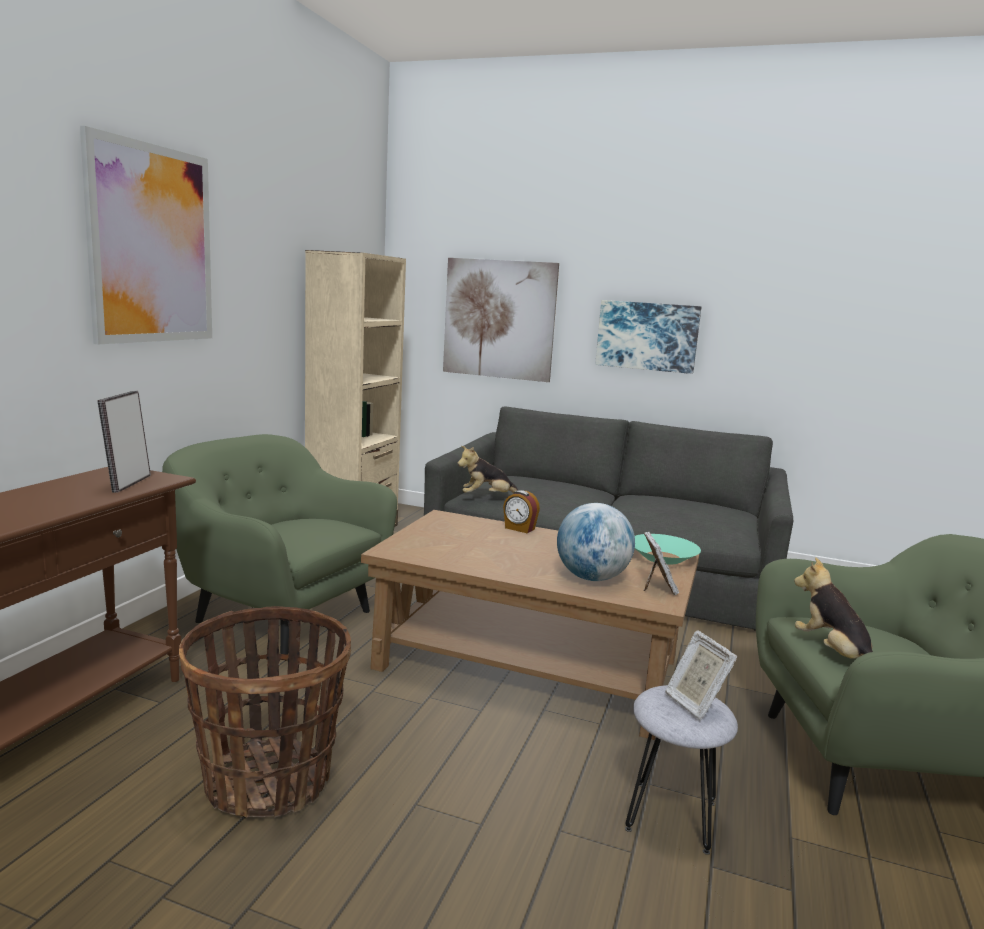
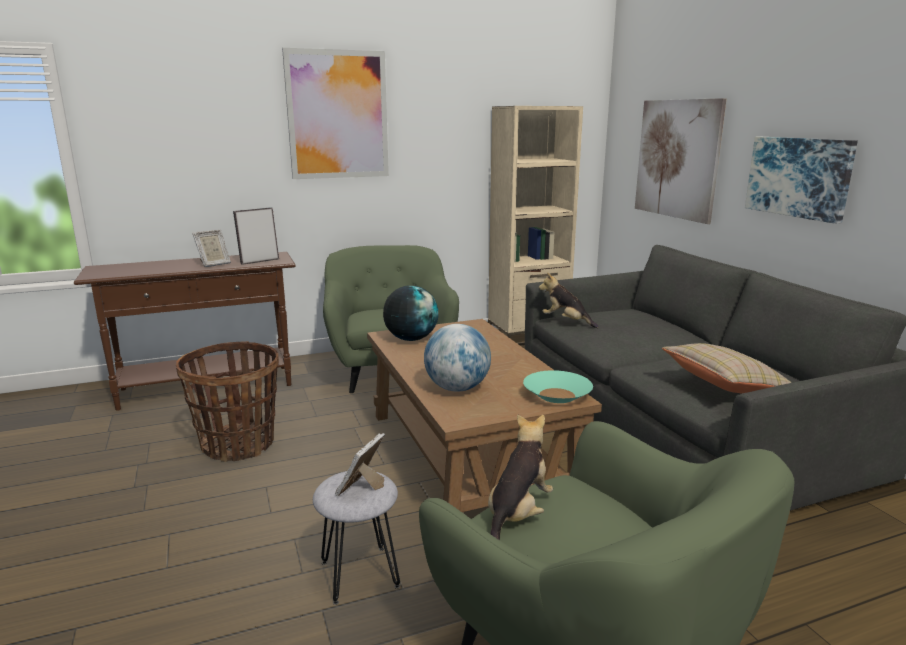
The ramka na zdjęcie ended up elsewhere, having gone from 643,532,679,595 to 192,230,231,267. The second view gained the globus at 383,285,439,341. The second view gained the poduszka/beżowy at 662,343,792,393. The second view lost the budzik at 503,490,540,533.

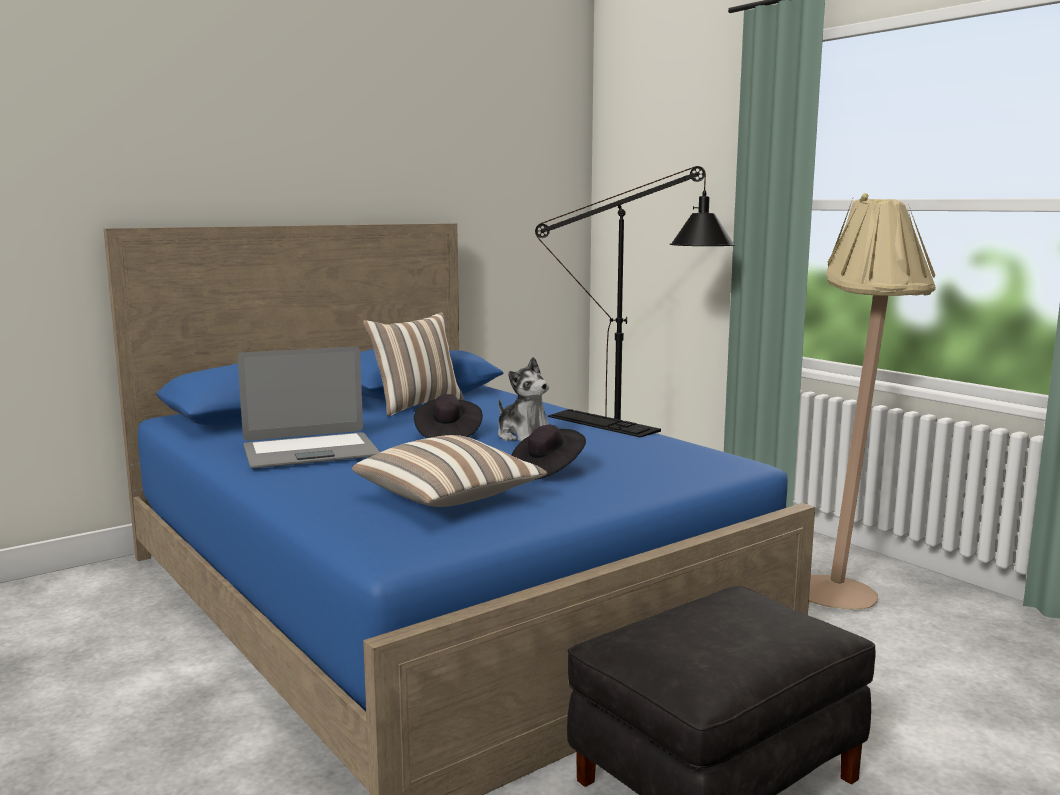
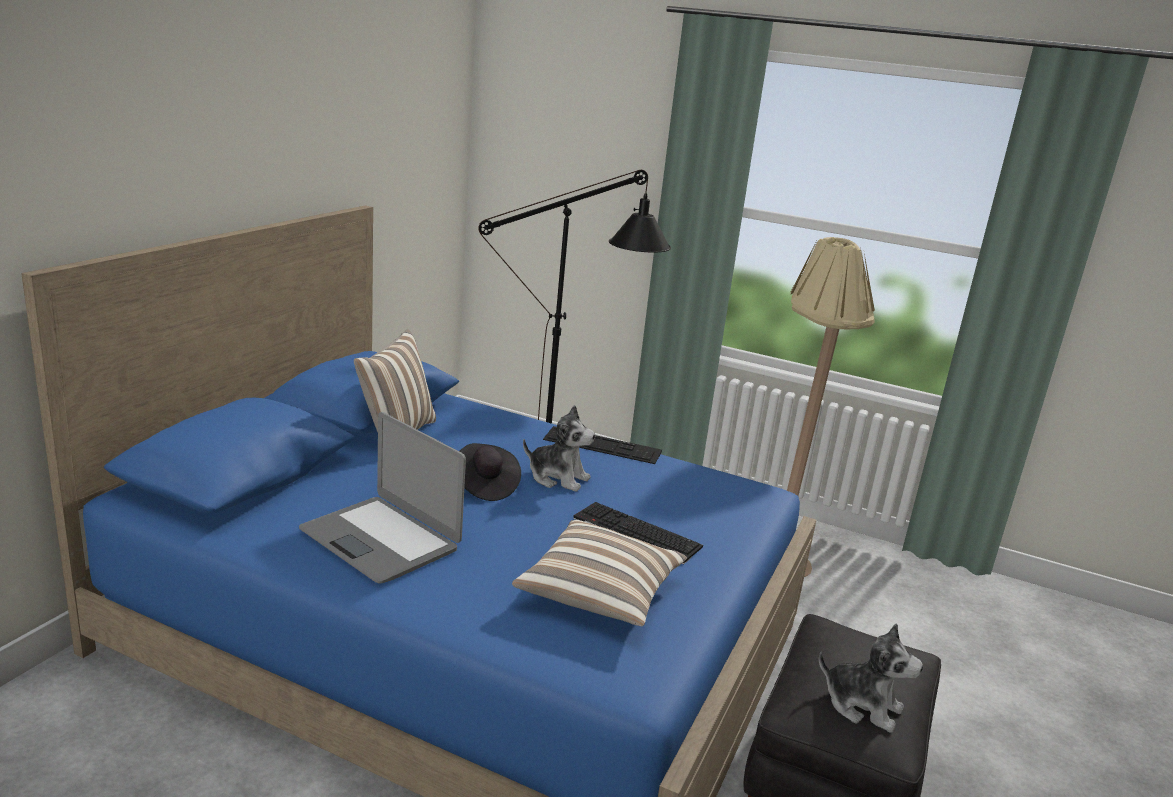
The laptop at 238,346,380,468 ended up facing another way, 90 degrees clockwise from before. Where the kapelusz/czarny stood at 511,425,586,480, the klawiatura came to stand at 573,502,703,564. The second view gained the pluszak at 819,623,923,733.

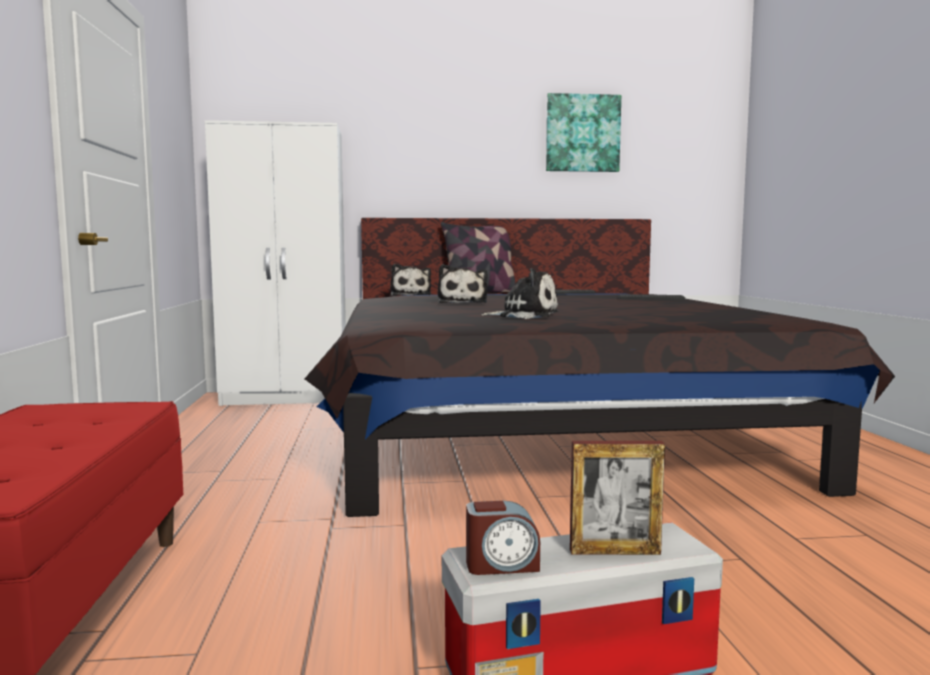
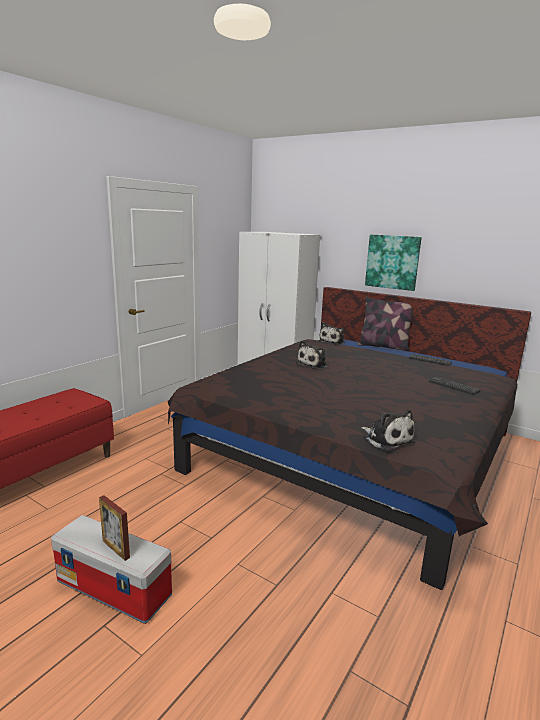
The pluszak ended up elsewhere, having gone from 481,268,558,319 to 361,410,415,451. The obraz ended up elsewhere, having gone from 546,93,621,172 to 365,234,422,291. The second view lost the budzik at 466,501,540,575.

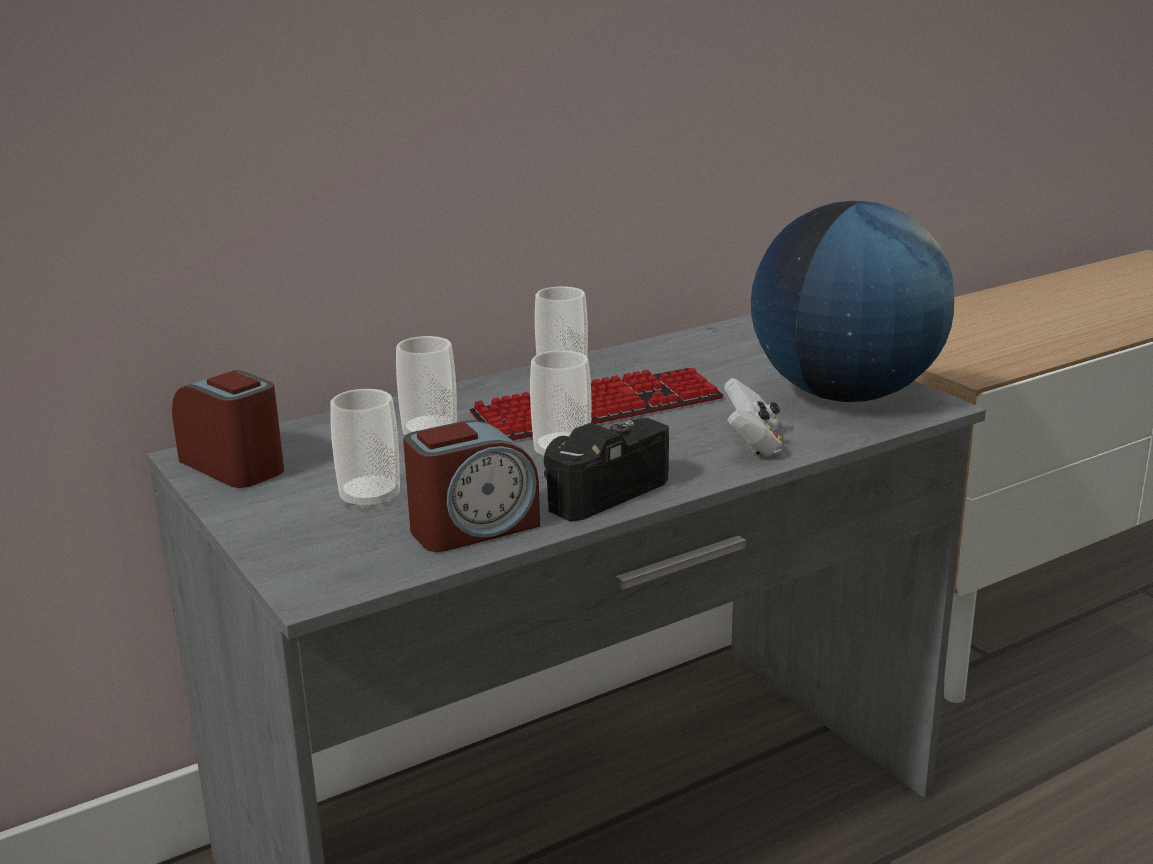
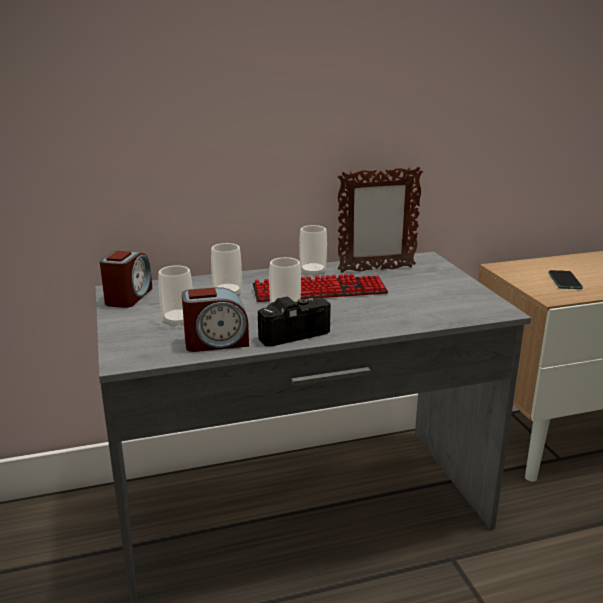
The budzik at 172,370,284,488 ended up facing another way, 45 degrees clockwise from before. The second view gained the ramka na zdjęcie at 338,166,423,273. The second view gained the telefon at 549,270,583,289. The second view lost the pad do gier/biały at 724,378,782,457. The second view lost the globus at 751,201,954,402.

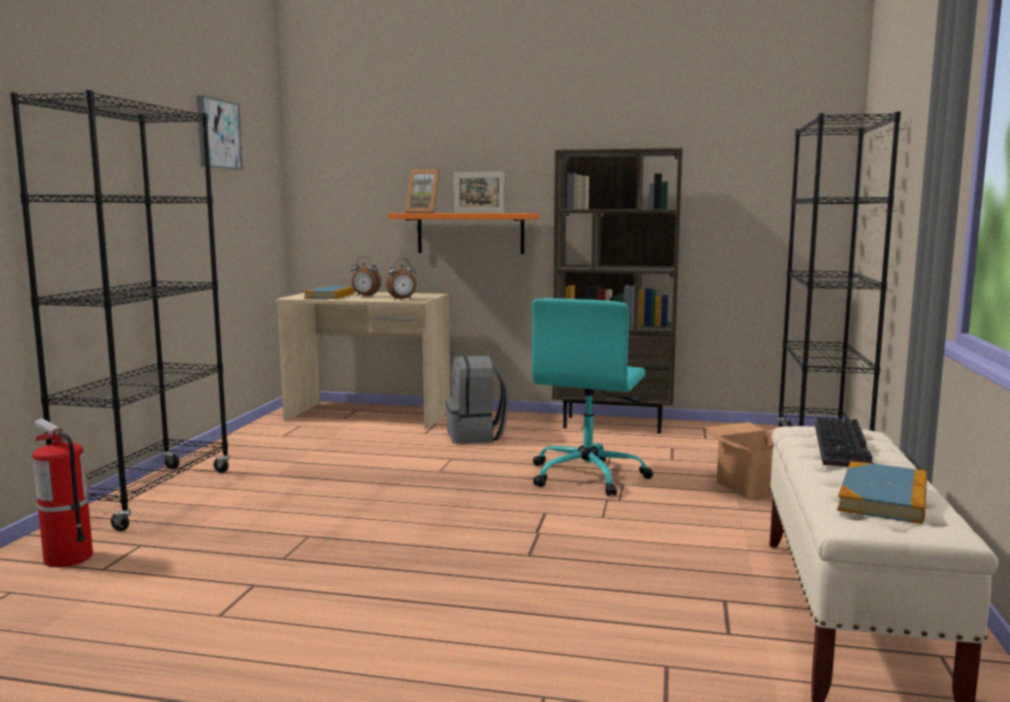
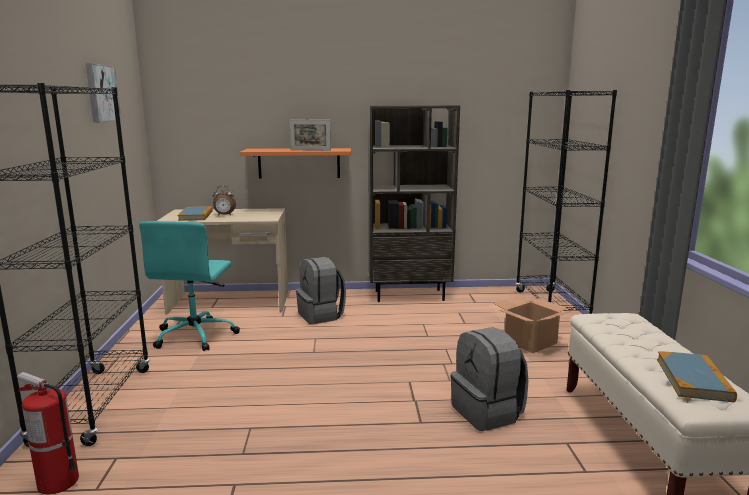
The krzesło biurowe/turkusowy ended up elsewhere, having gone from 532,298,653,496 to 139,221,240,351. The second view gained the plecak/szary at 451,327,529,431. The second view lost the budzik at 386,259,416,300. The second view lost the ramka na zdjęcie at 405,169,440,213. The second view lost the klawiatura at 815,417,874,467.

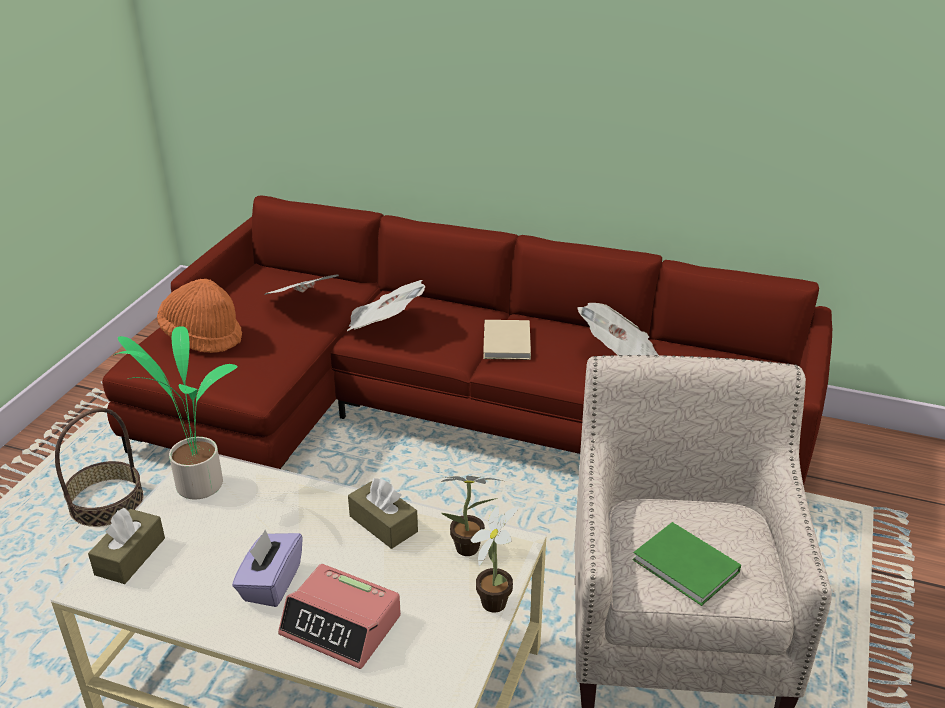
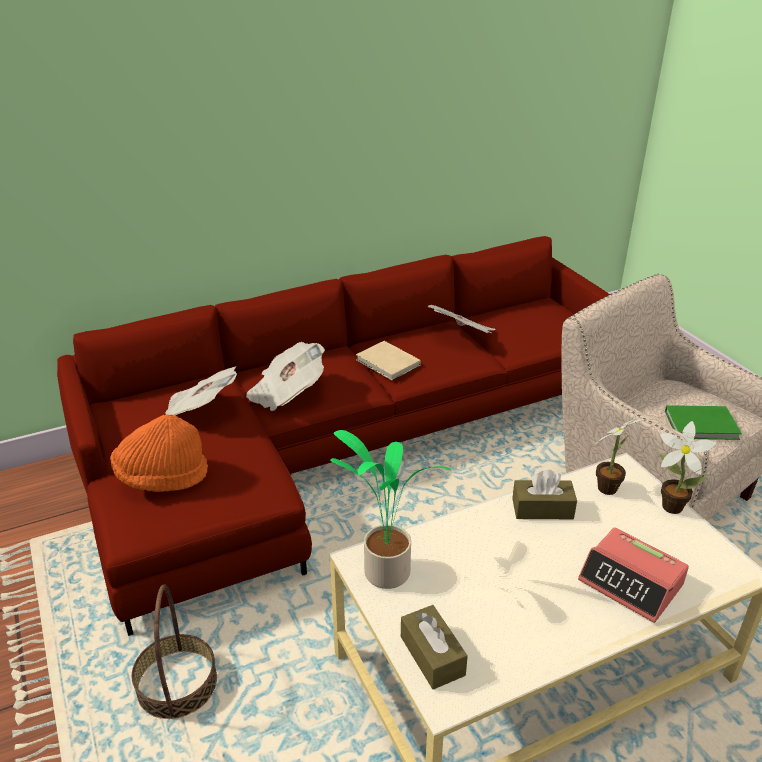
The budzik at 278,564,401,669 ended up facing another way, 60 degrees clockwise from before. The second view lost the pudełko chusteczek/fioletowy at 232,530,303,607.

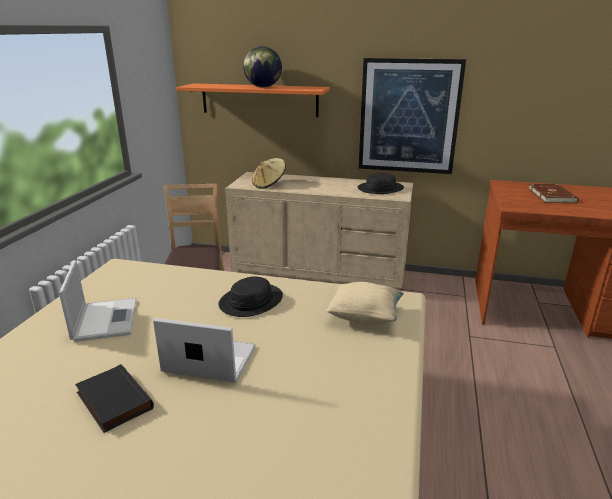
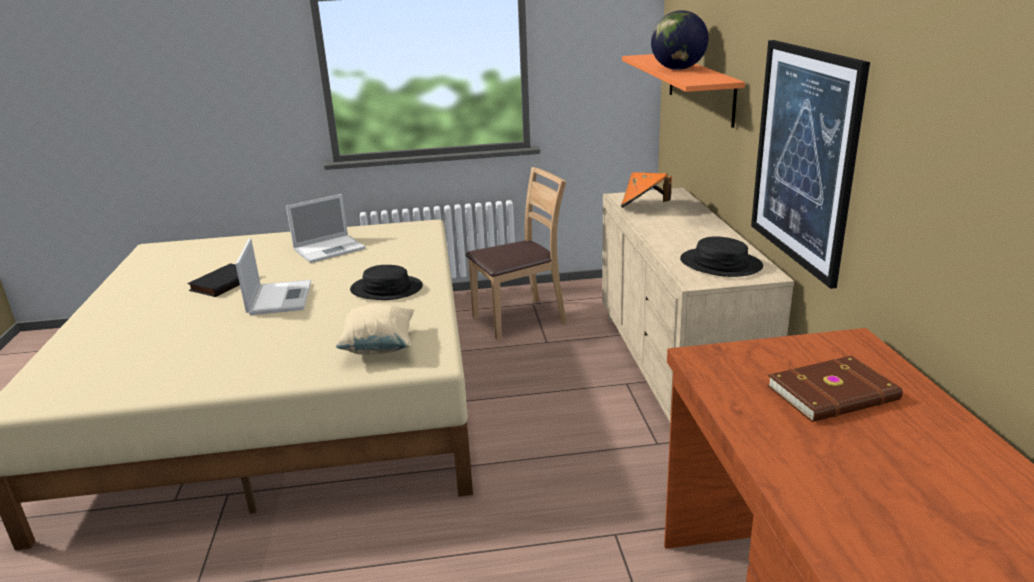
What was the kapelusz/beżowy at 252,158,286,189 turned into the kapelusz/pomarańczowy at 621,172,672,208.

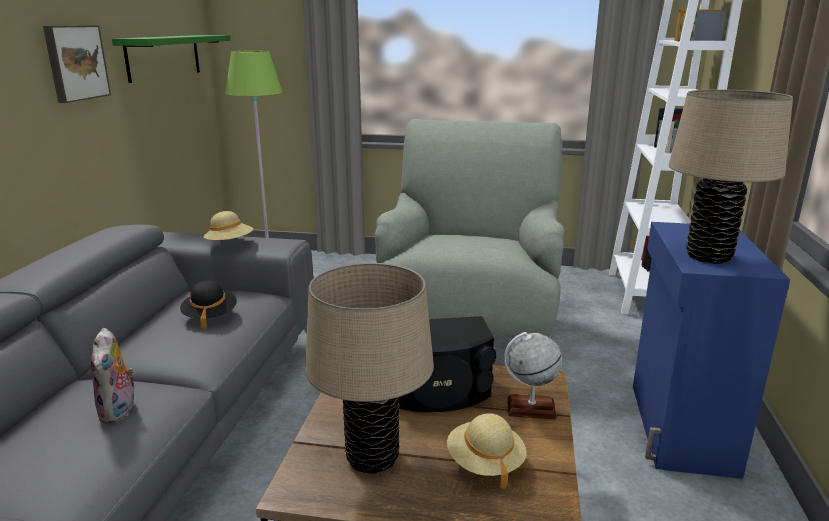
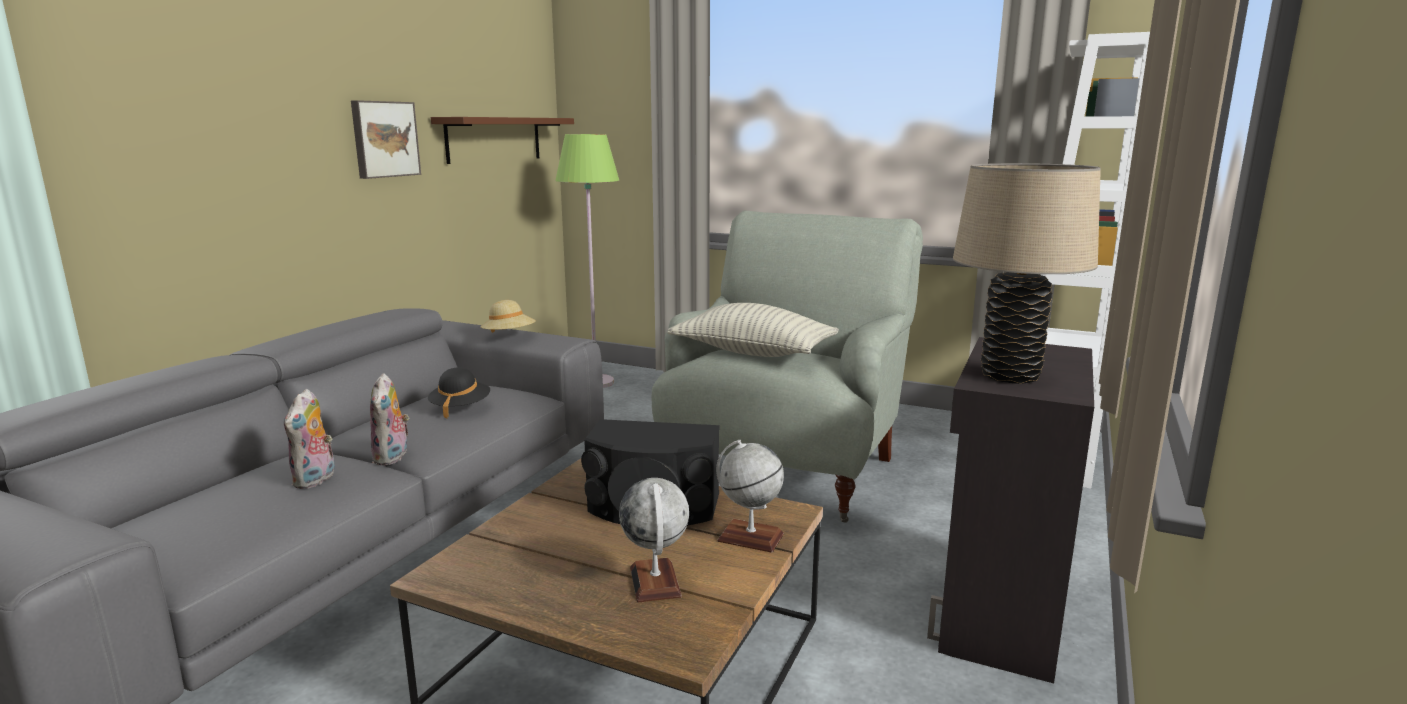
The second view gained the pluszak at 370,373,410,465. What was the półka/zielony at 112,35,231,83 turned into the półka/brązowy at 431,117,574,164. Where the kapelusz/beżowy stood at 447,413,527,489, the globus came to stand at 619,478,689,602. The second view gained the poduszka at 667,303,839,357. What was the szafka/niebieski at 633,222,790,479 turned into the szafka/czarny at 927,337,1094,683. The second view lost the lampa stołowa/beżowy at 305,263,434,474.

